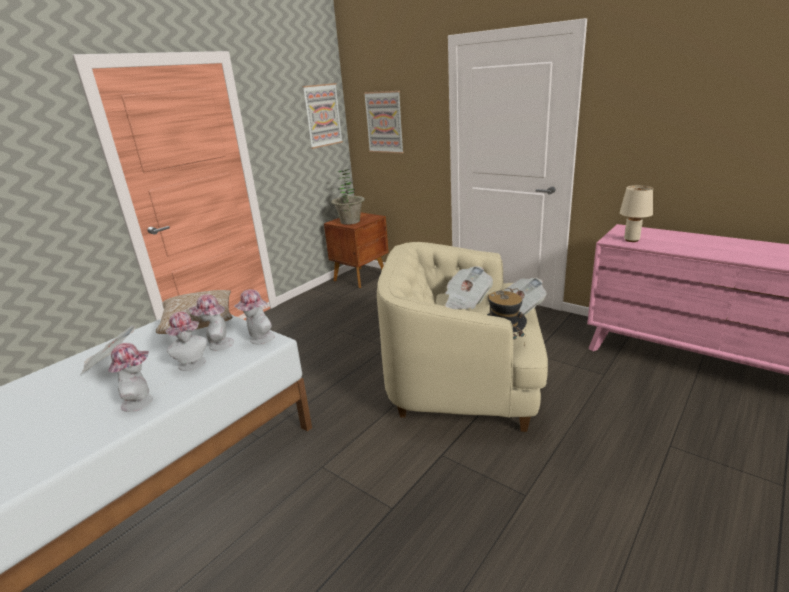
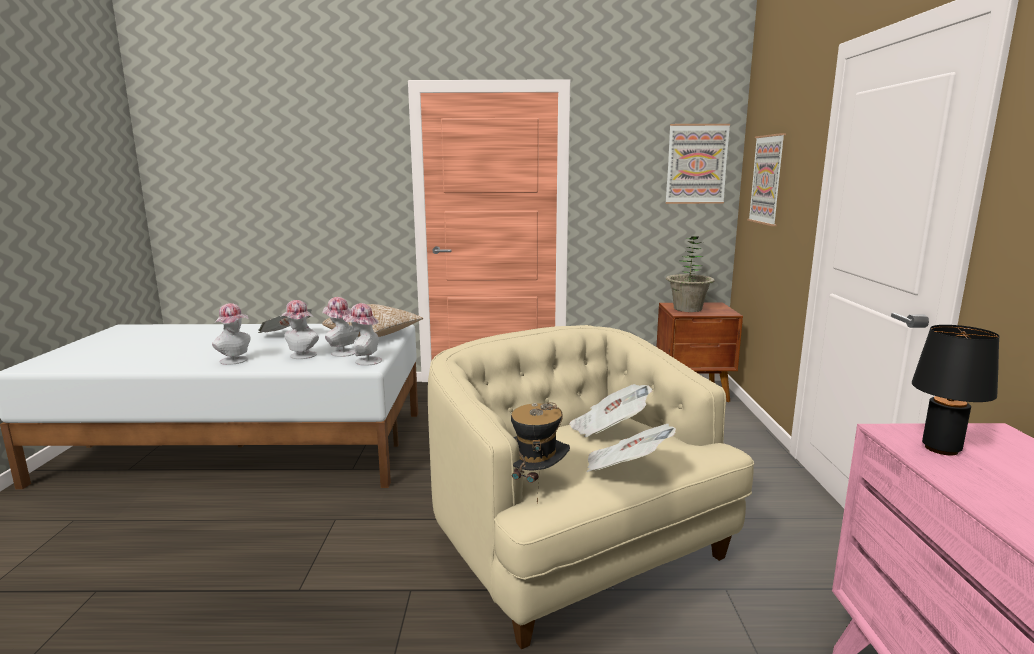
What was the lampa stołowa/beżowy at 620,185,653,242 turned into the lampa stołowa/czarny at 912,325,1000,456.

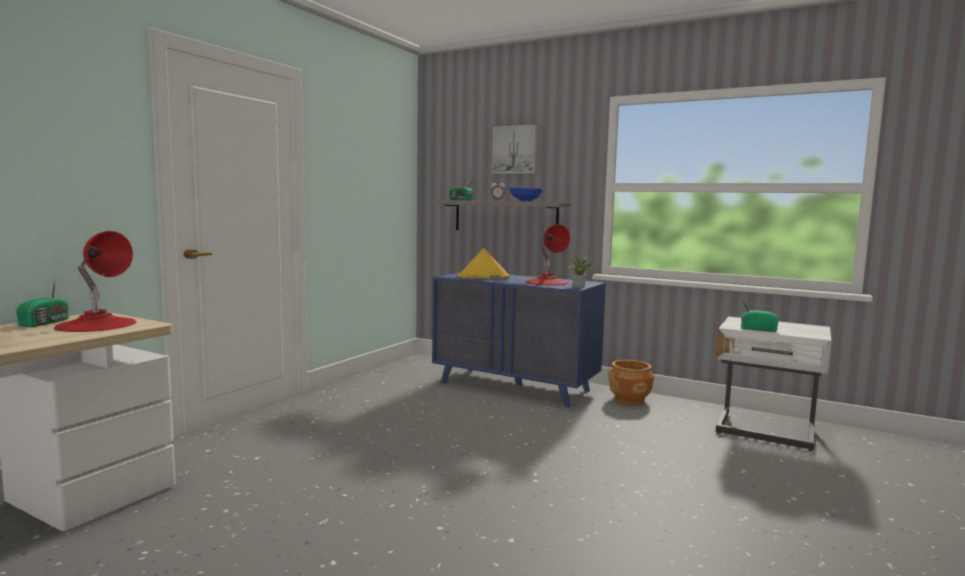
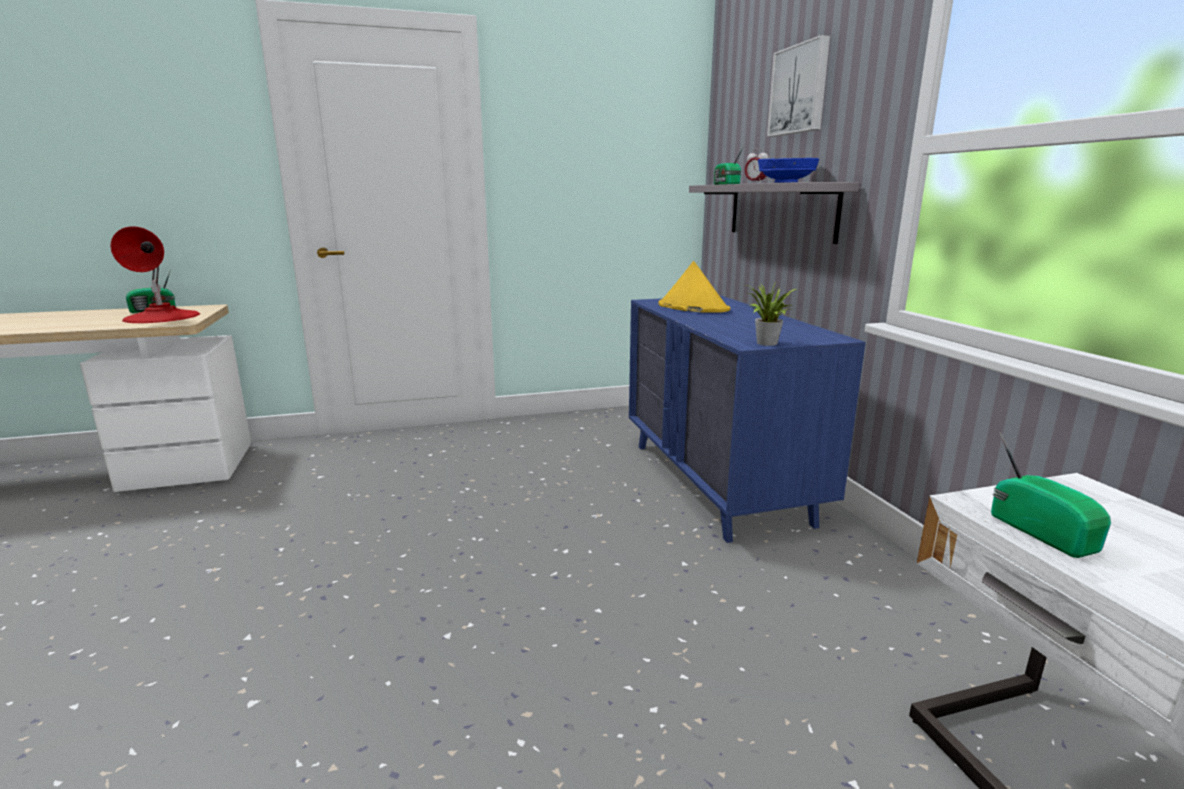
The second view lost the lampa stołowa/czerwony at 525,224,570,285. The second view lost the donica/brązowy at 608,360,654,405.

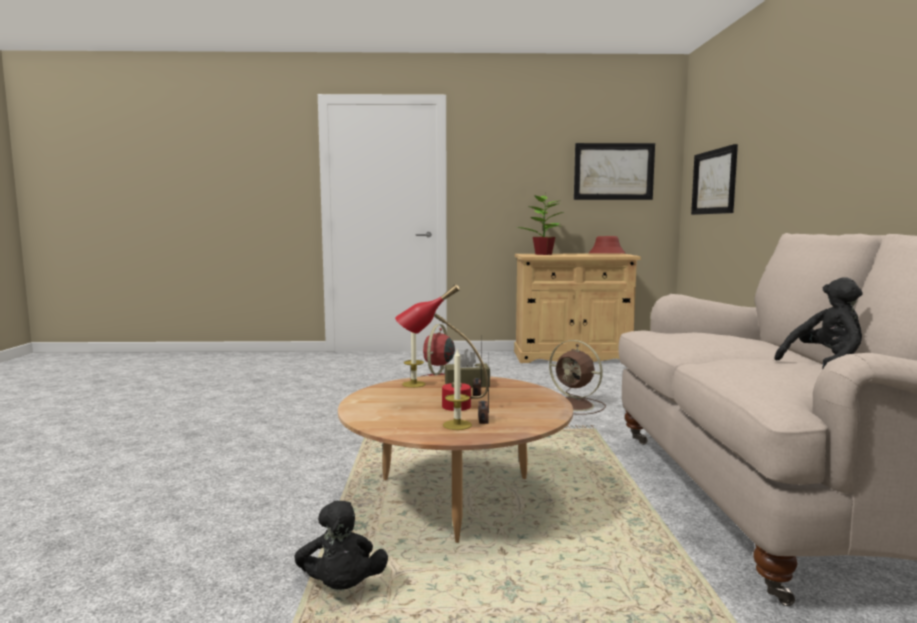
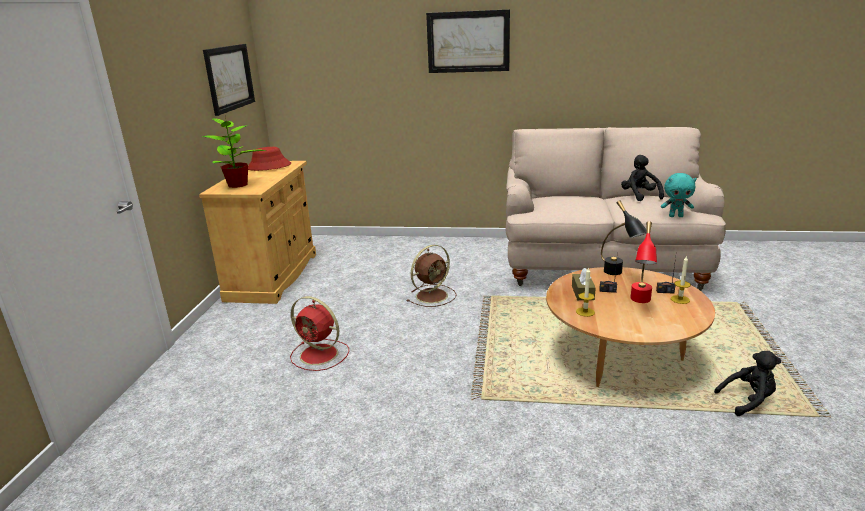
The obraz ended up elsewhere, having gone from 691,144,738,215 to 426,9,510,73. The second view gained the lampa stołowa/czarny at 601,200,647,275. The second view gained the pluszak/turkusowy at 661,173,697,217.

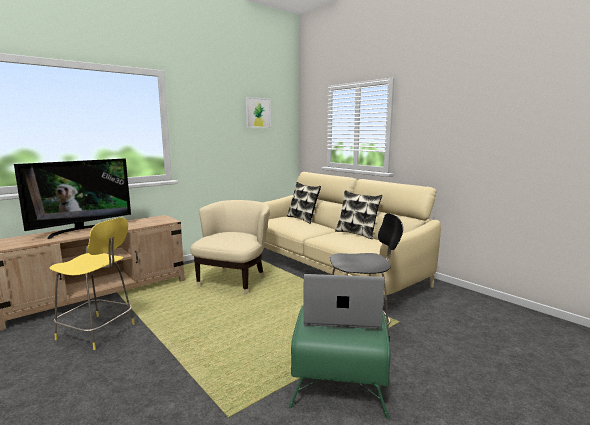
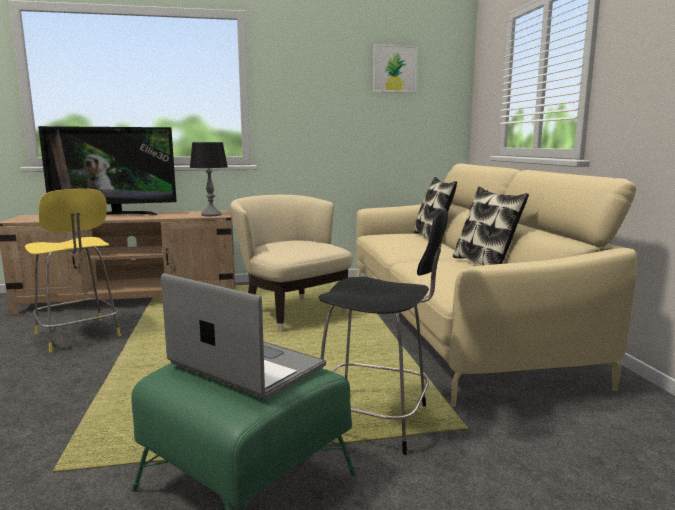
The second view gained the lampa stołowa at 190,142,228,216. The fotel/beżowy at 190,200,270,295 ended up facing another way, 90 degrees counterclockwise from before.

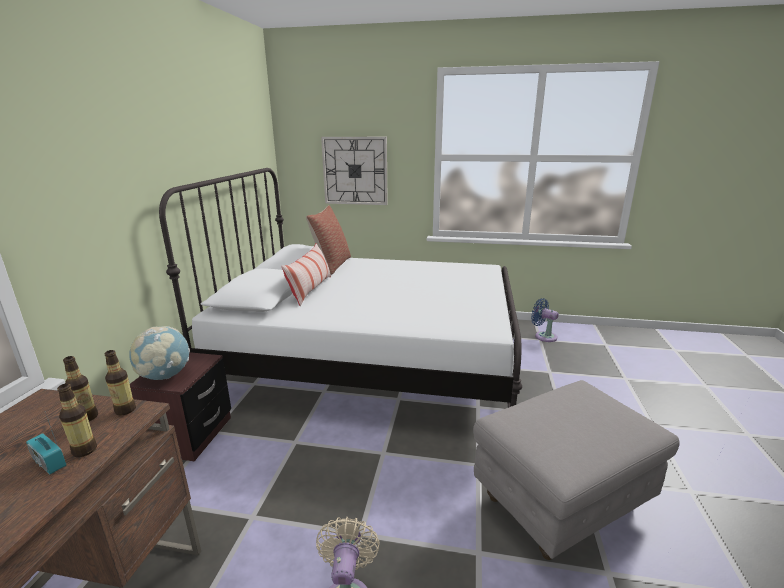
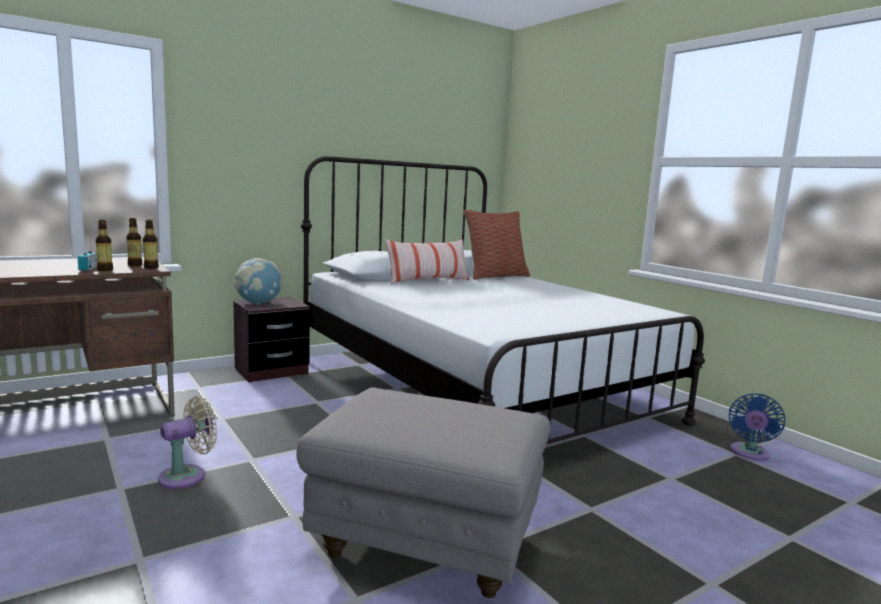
The wentylator/niebieski at 531,298,559,342 ended up facing another way, 150 degrees counterclockwise from before. The second view lost the zegar ścienny at 321,137,388,205.

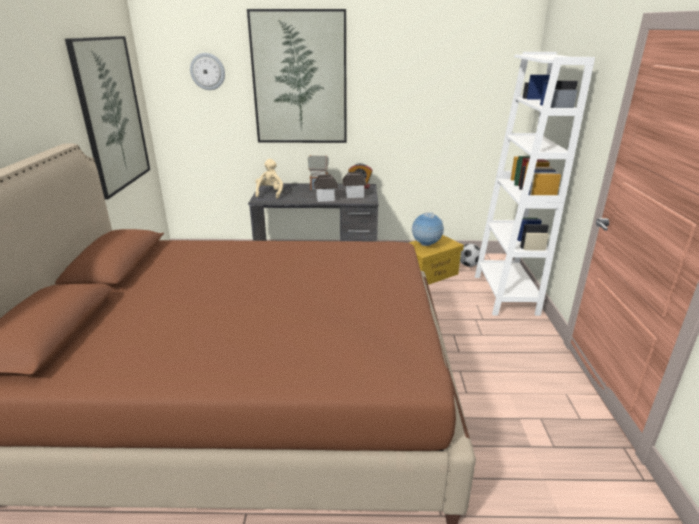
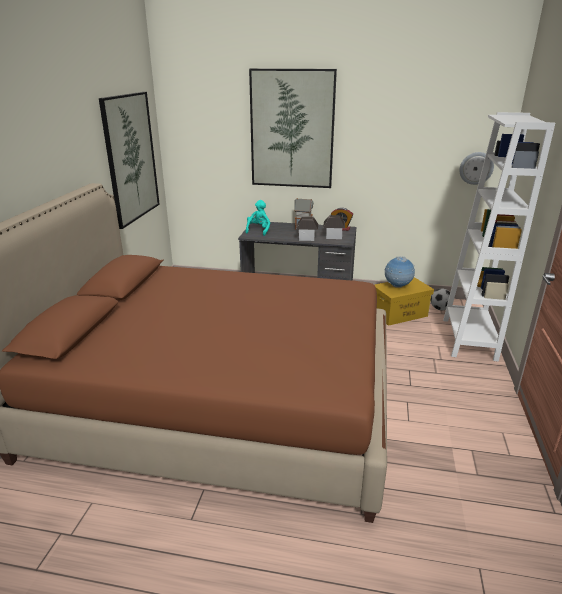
What was the pluszak/beżowy at 255,159,283,199 turned into the pluszak/turkusowy at 245,200,270,236. The zegar ścienny ended up elsewhere, having gone from 190,53,225,90 to 459,152,494,185.

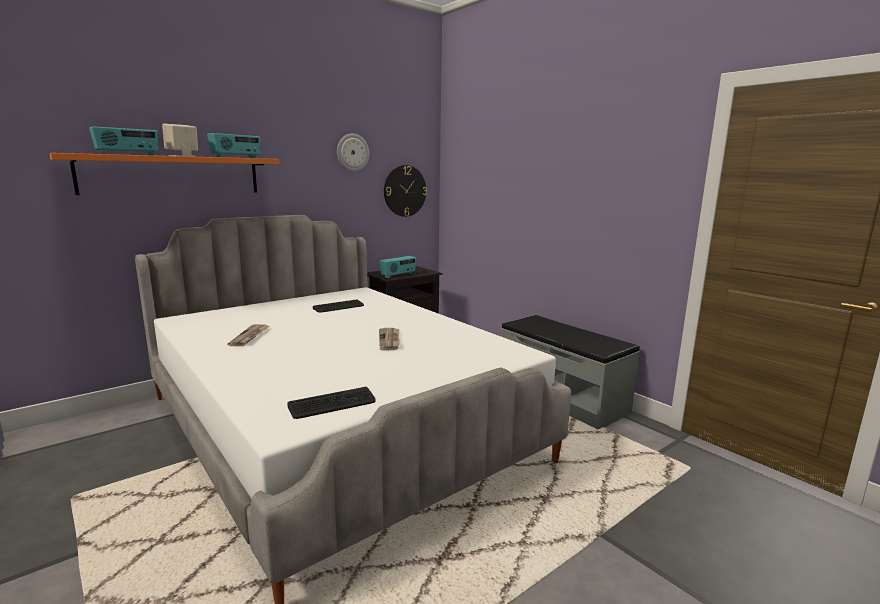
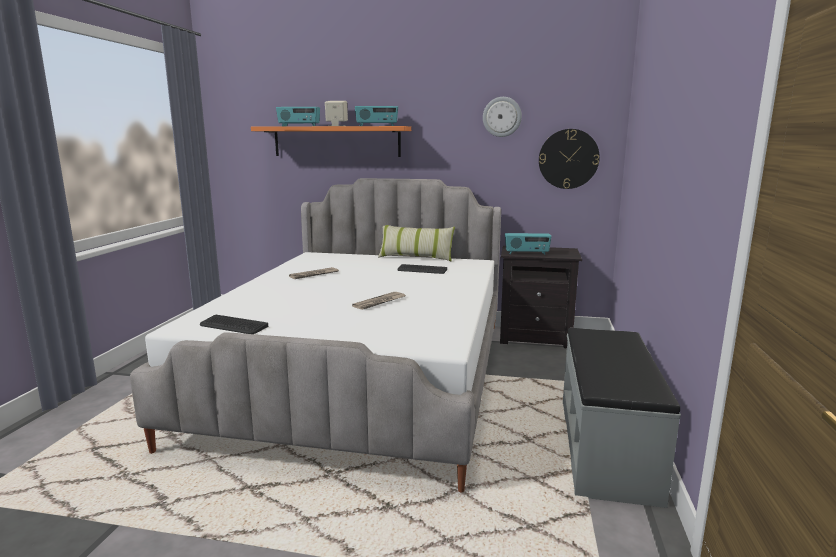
The second view gained the poduszka at 378,225,455,261.

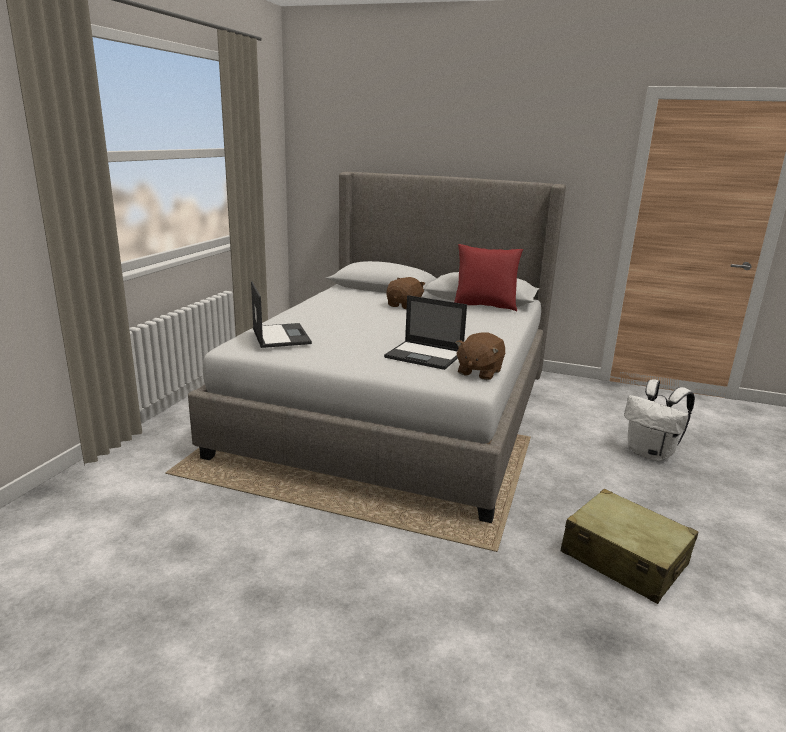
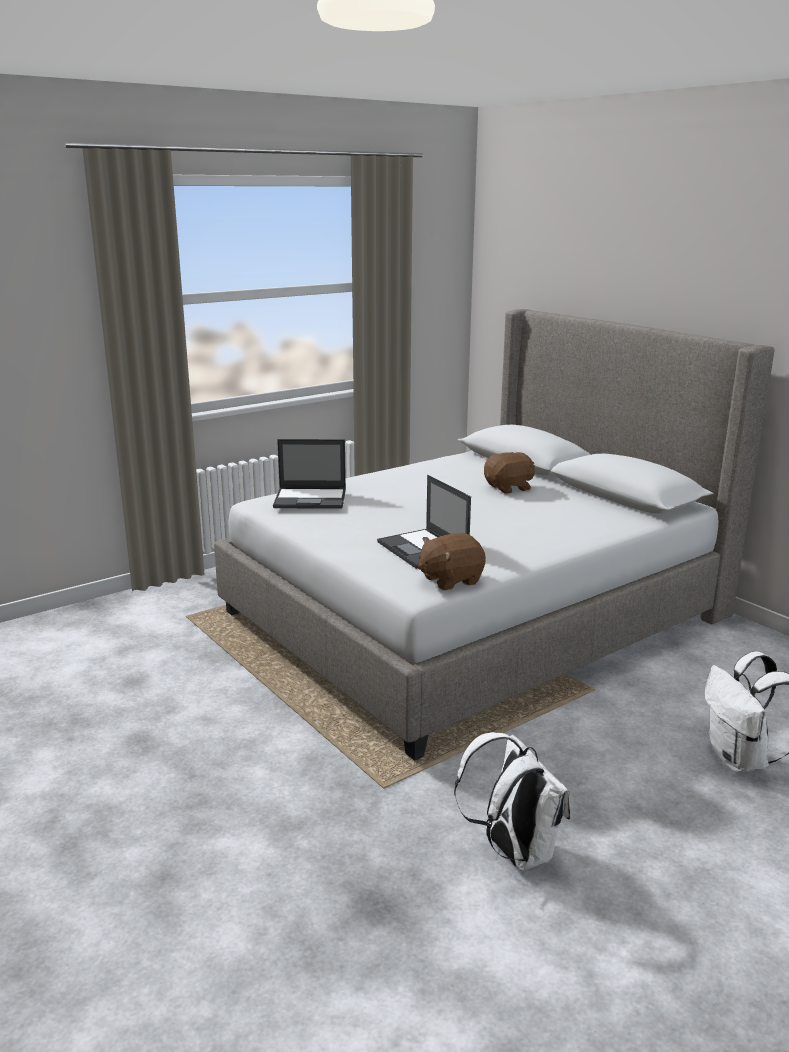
The laptop at 251,281,312,348 ended up facing another way, 75 degrees clockwise from before. Where the walizka/beżowy stood at 561,489,698,604, the plecak/biały came to stand at 454,732,570,871. The second view lost the poduszka/czerwony at 454,244,523,312.

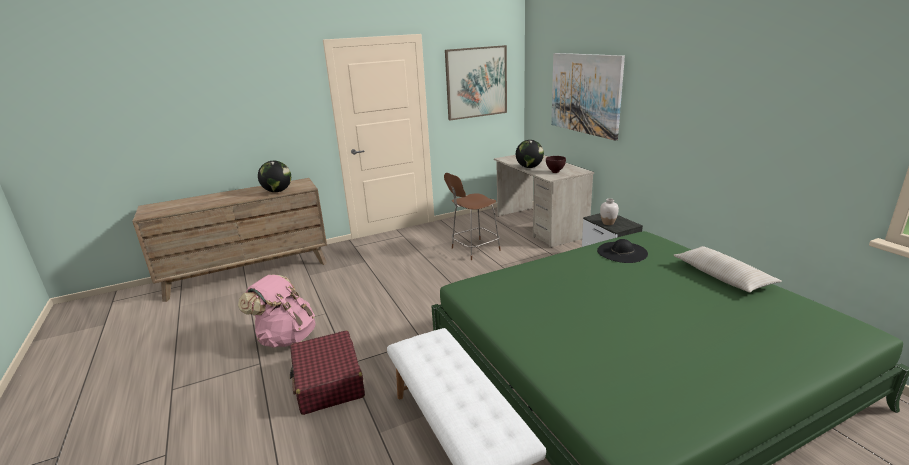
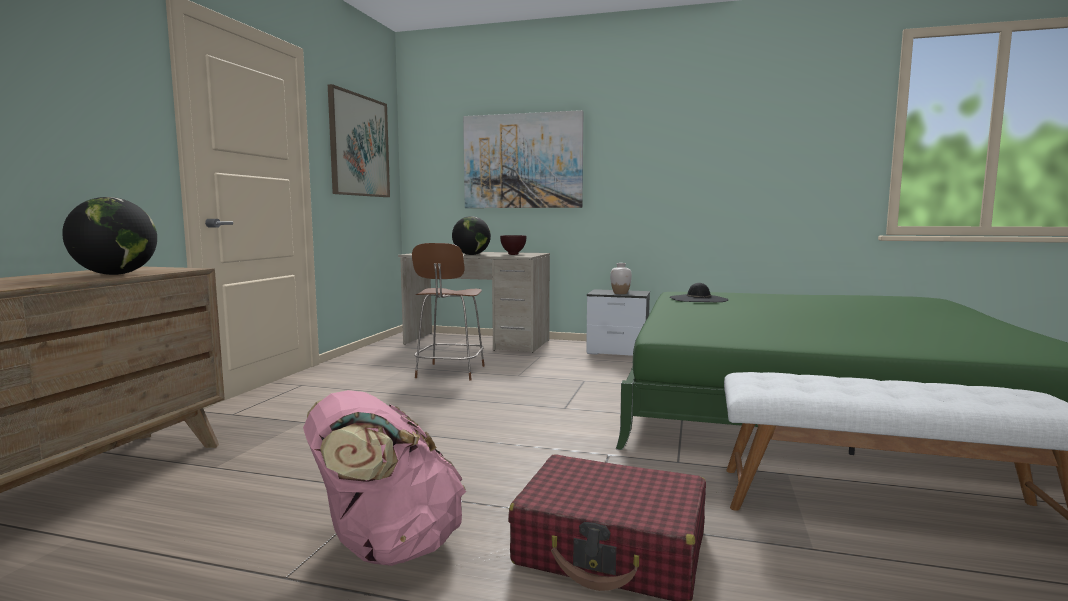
The second view lost the poduszka/beżowy at 673,246,782,292.

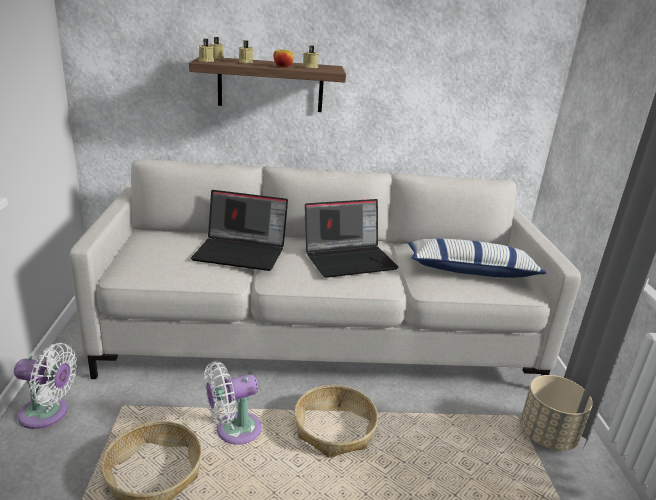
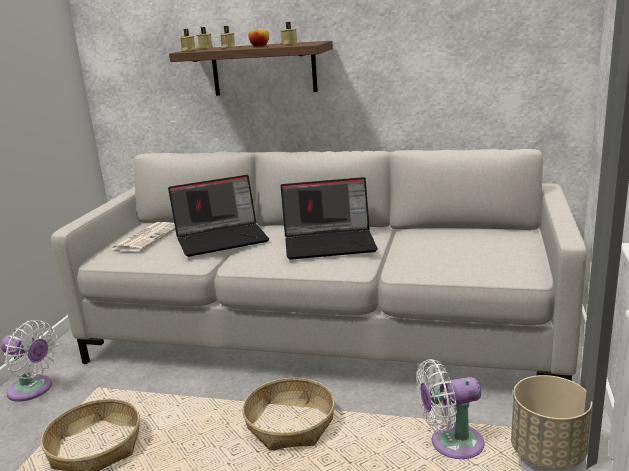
The second view gained the gazeta at 112,222,175,252. The laptop at 191,190,288,271 ended up facing another way, 45 degrees counterclockwise from before. The wentylator/biały ended up elsewhere, having gone from 204,361,262,445 to 417,359,485,459. The second view lost the poduszka at 408,239,546,278.

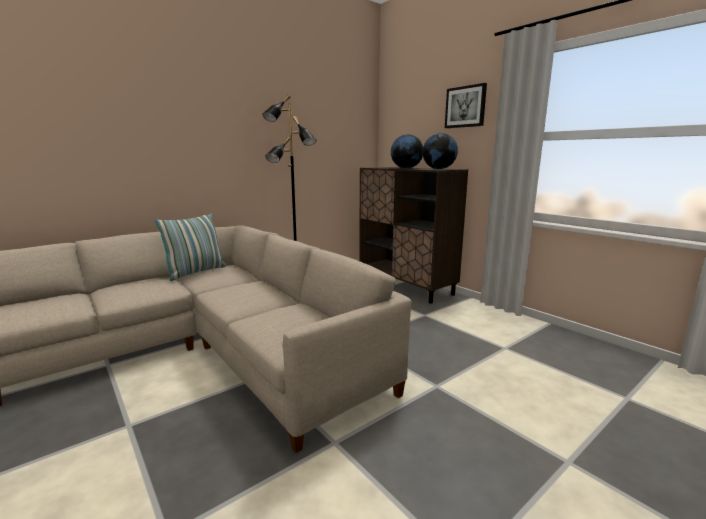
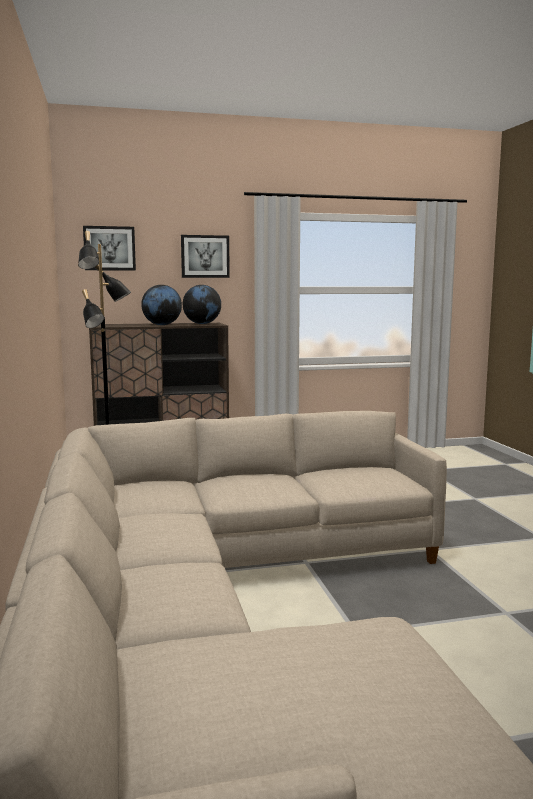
The second view gained the obraz at 83,226,136,271. The second view lost the poduszka at 155,214,226,281.

